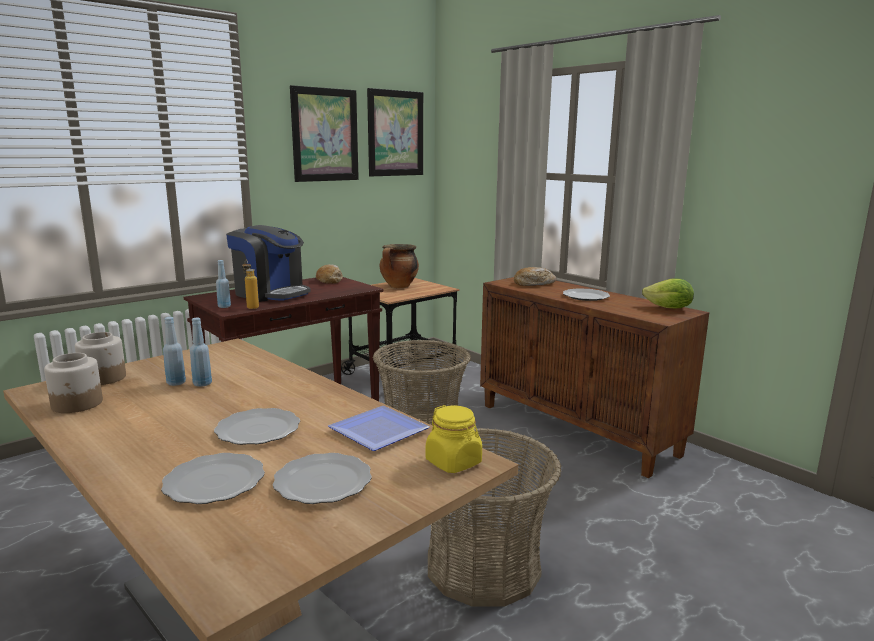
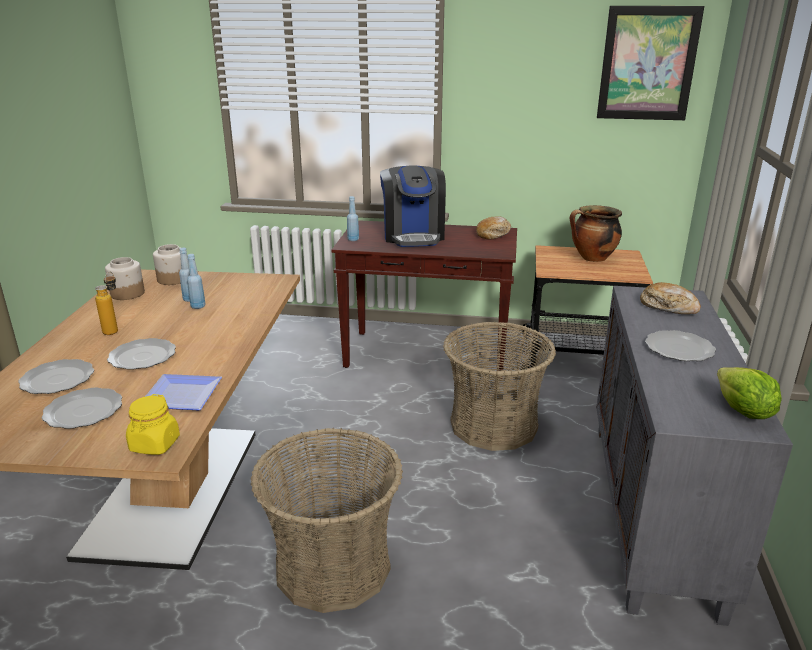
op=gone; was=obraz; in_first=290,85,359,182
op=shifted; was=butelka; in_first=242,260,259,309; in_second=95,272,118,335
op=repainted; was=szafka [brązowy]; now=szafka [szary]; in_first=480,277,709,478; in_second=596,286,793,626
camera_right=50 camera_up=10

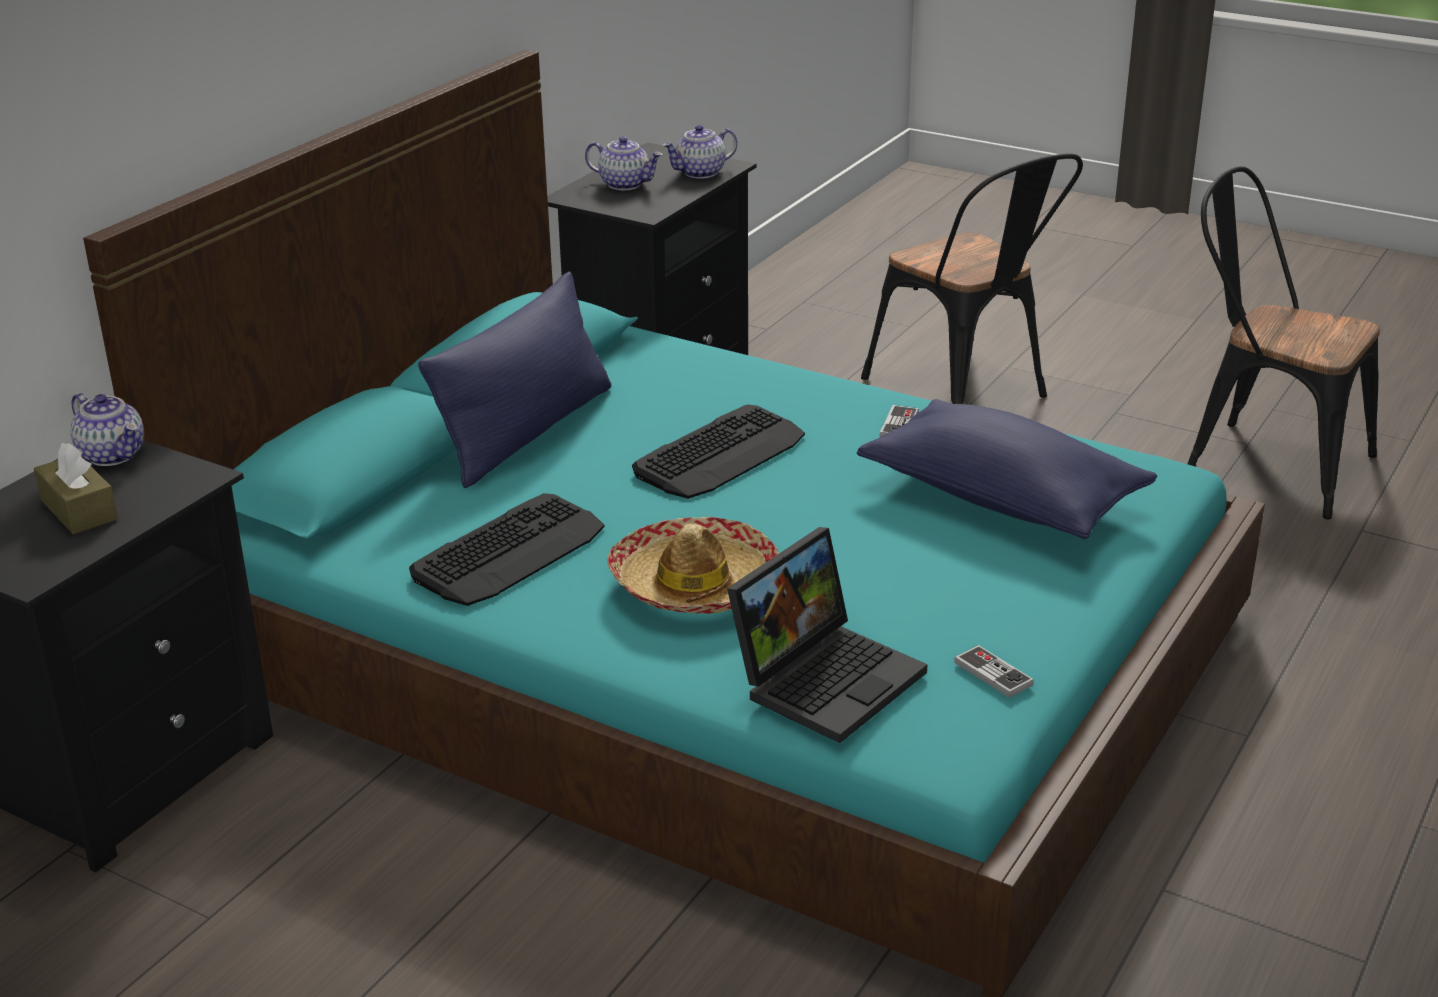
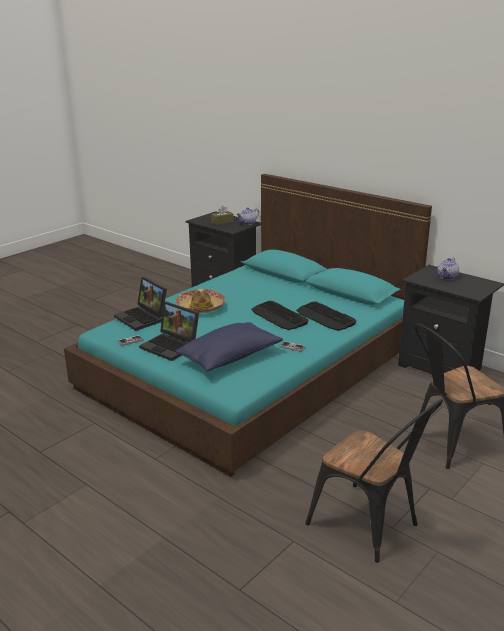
op=gone; was=imbryk; in_first=663,125,737,179
op=rotated; was=krzesło [czarny]; in_first=1187,166,1380,519; in_second=305,399,443,563; clockwise=90
op=gone; was=poduszka [niebieski]; in_first=418,271,611,488
op=shifted; was=klawiatura; in_first=409,493,604,606; in_second=296,301,356,331
op=new; now=laptop; in_second=139,302,199,361
camera_right=100 camera_up=-5

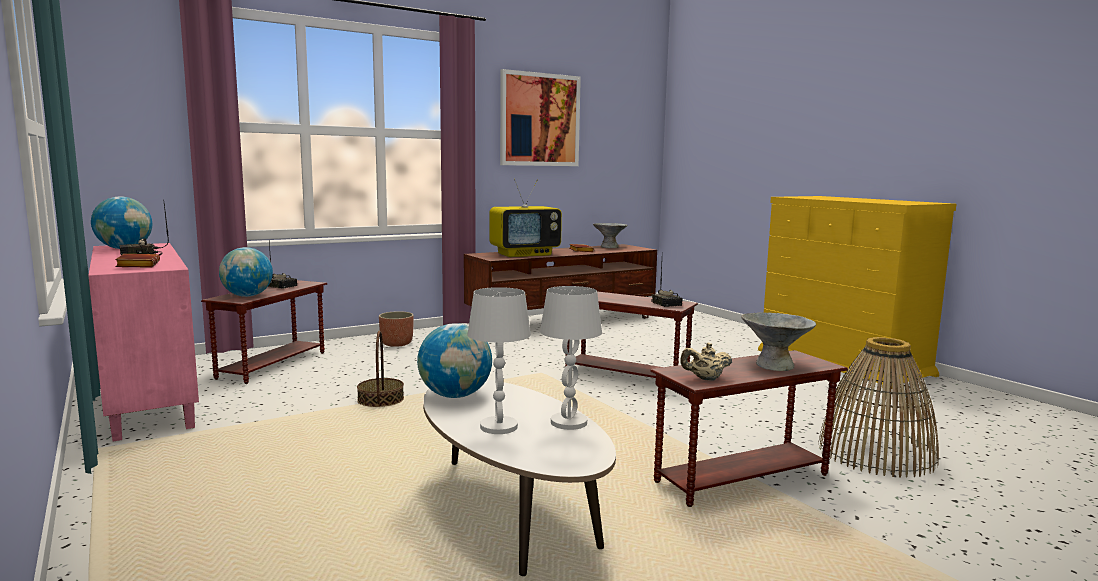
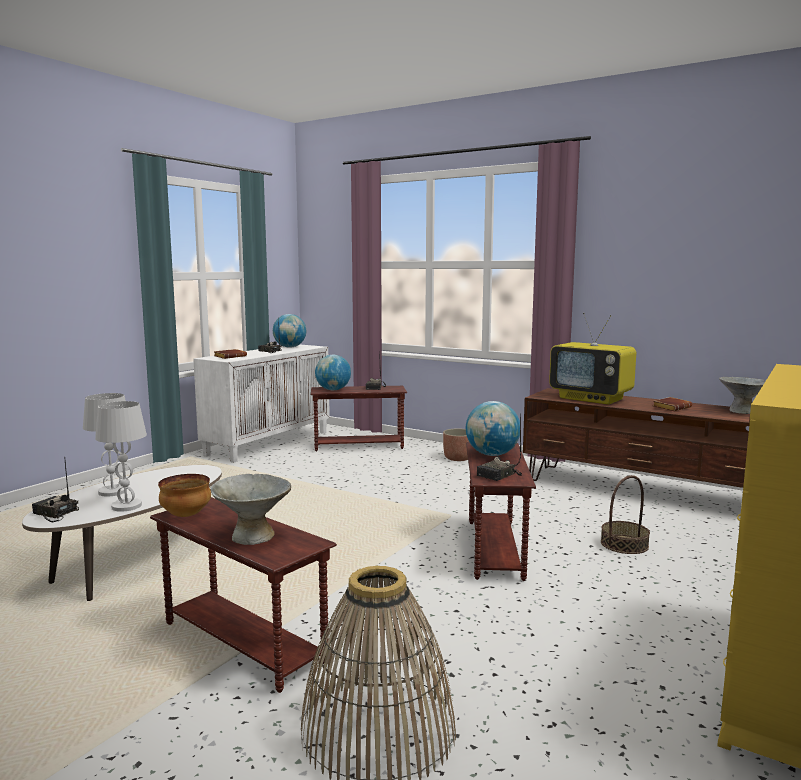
op=gone; was=obraz; in_first=500,69,581,166
op=repainted; was=szafka [różowy]; now=szafka [biały]; in_first=88,243,199,441; in_second=193,344,330,463
op=shifted; was=globus; in_first=417,323,492,398; in_second=466,401,520,456
op=shifted; was=koszyk; in_first=357,331,404,407; in_second=601,475,650,554
op=swapped; was=imbryk [beżowy]; now=miska; in_first=680,343,732,381; in_second=158,474,211,517
op=new; now=radio; in_second=32,461,79,522
camera_right=65 camera_up=0

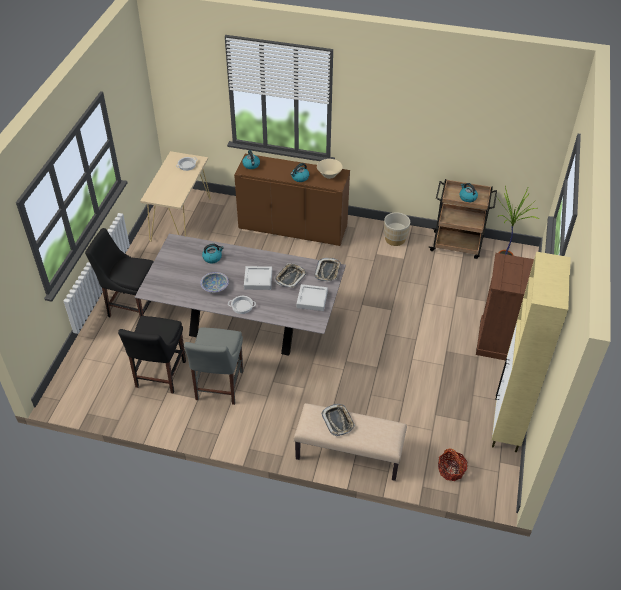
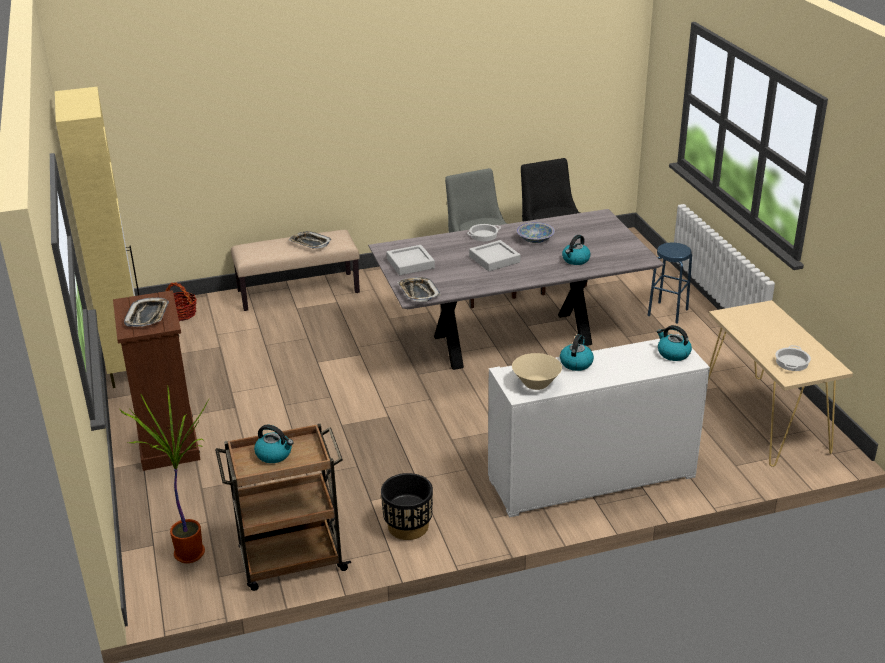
op=repainted; was=szafka [brązowy]; now=szafka [biały]; in_first=234,154,350,246; in_second=488,334,710,518
op=repainted; was=donica [beżowy]; now=donica [czarny]; in_first=384,212,410,246; in_second=381,473,433,540
op=swapped; was=krzesło [czarny]; now=stołek [niebieski]; in_first=85,228,154,317; in_second=648,243,692,324
op=shifted; was=taca; in_first=275,263,306,288; in_second=124,297,169,327
camera_right=150 camera_up=-15

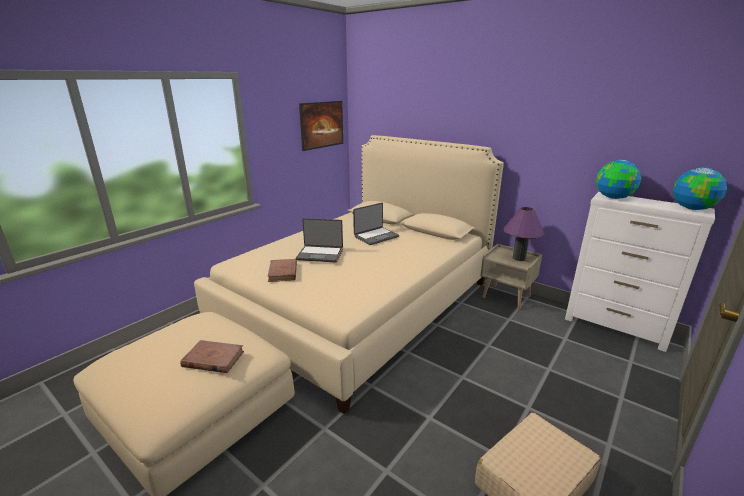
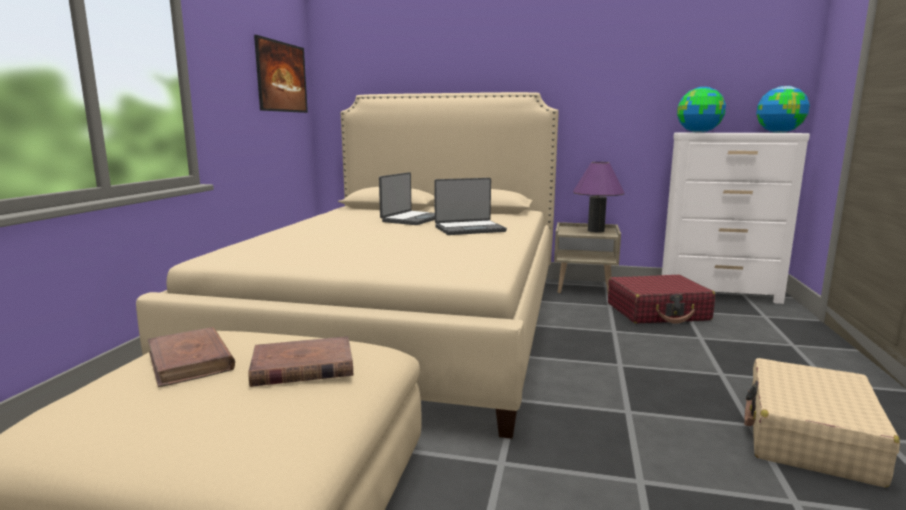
op=shifted; was=laptop; in_first=296,218,343,263; in_second=434,178,507,235
op=shifted; was=książka [brązowy]; in_first=268,259,297,282; in_second=147,327,235,387
op=new; now=walizka [czerwony]; in_second=608,275,715,324
camera_right=-25 camera_up=-10

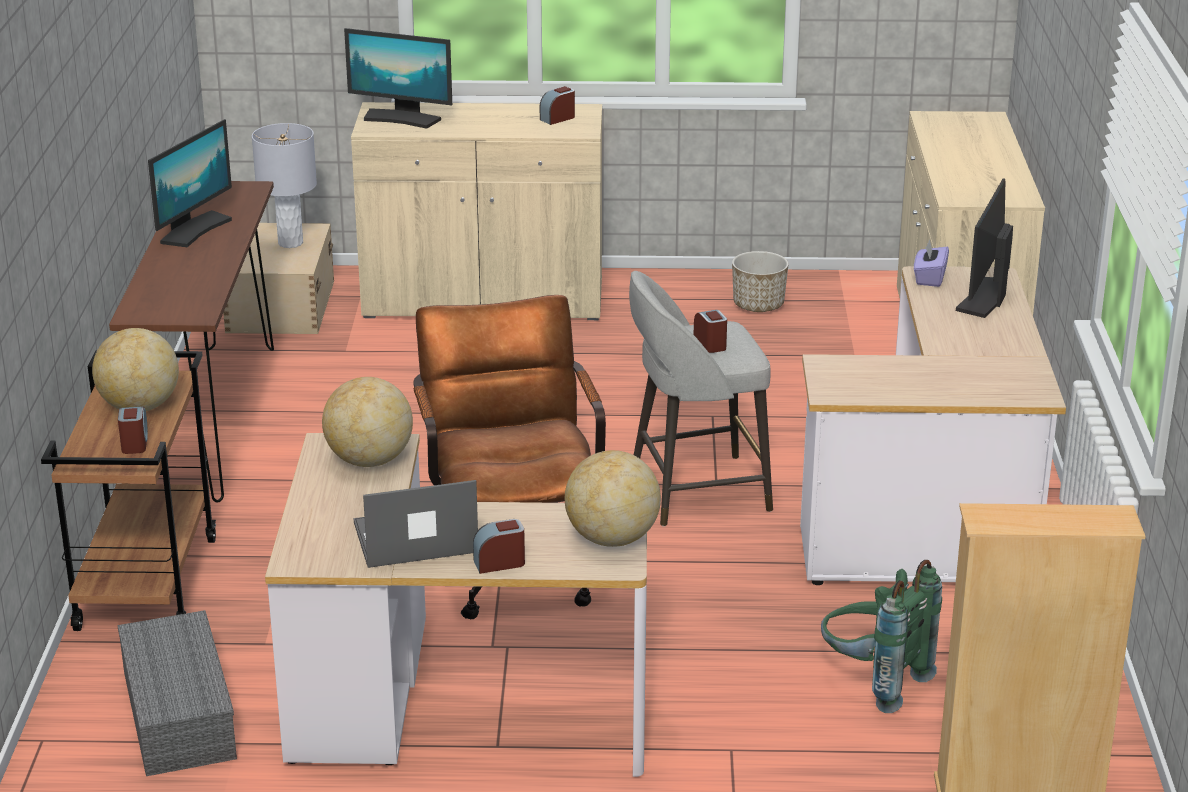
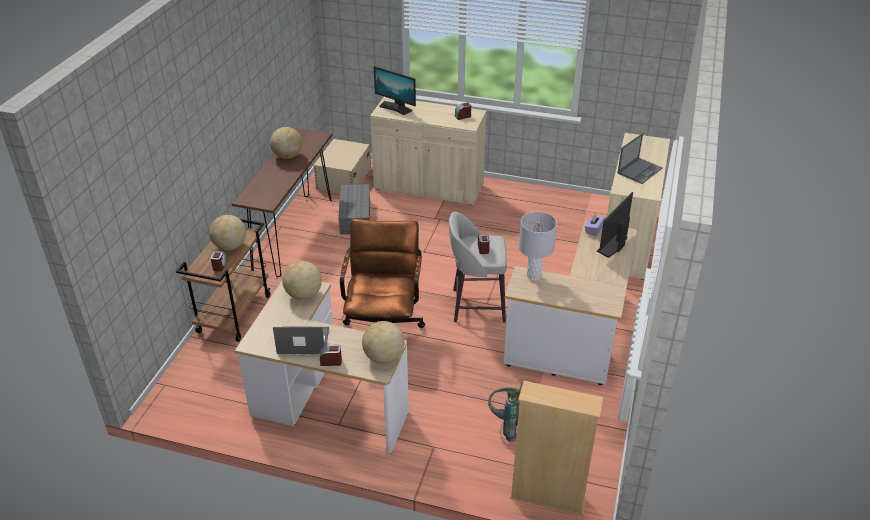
op=swapped; was=monitor; now=globus; in_first=148,119,232,247; in_second=270,127,302,159
op=shifted; was=lampa stołowa [szary]; in_first=252,123,317,248; in_second=519,212,557,281
op=gone; was=donica; in_first=732,251,789,312
op=shifted; was=pojemnik do przechowywania [szary]; in_first=117,610,237,776; in_second=338,184,370,235
op=new; now=laptop; in_second=617,133,663,184
camera_right=15 camera_up=10

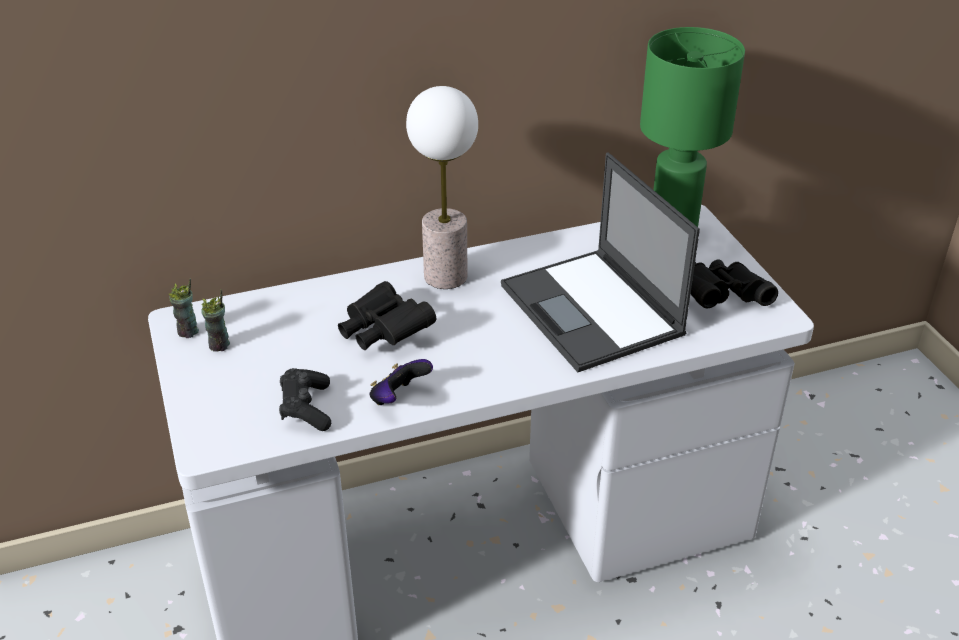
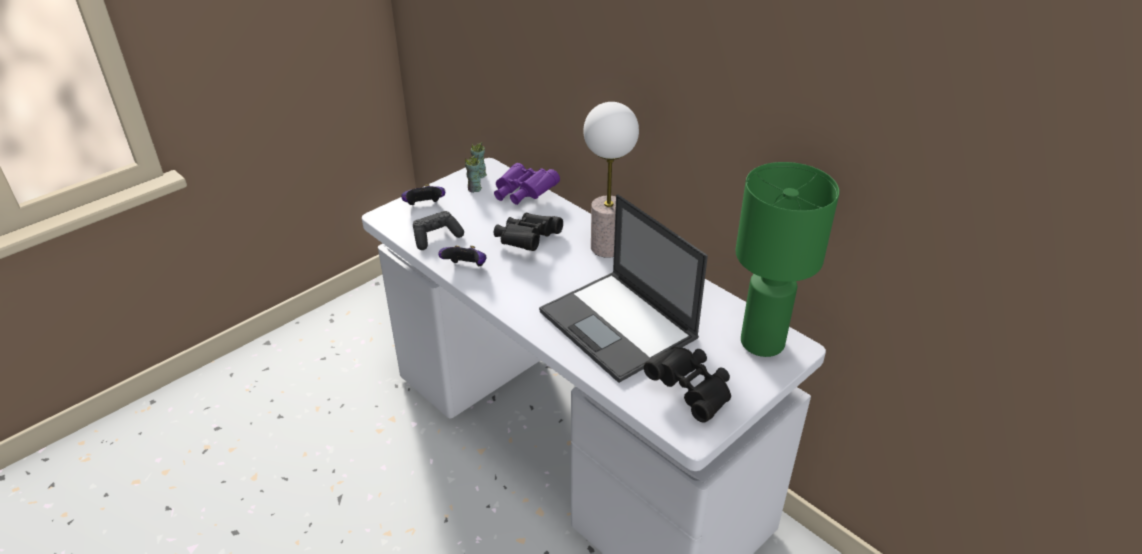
op=rotated; was=laptop; in_first=501,152,700,372; in_second=539,194,708,383; clockwise=-75
op=new; now=lornetka [fioletowy]; in_second=494,163,560,205
op=new; now=pad do gier; in_second=401,184,445,205
camera_right=65 camera_up=0

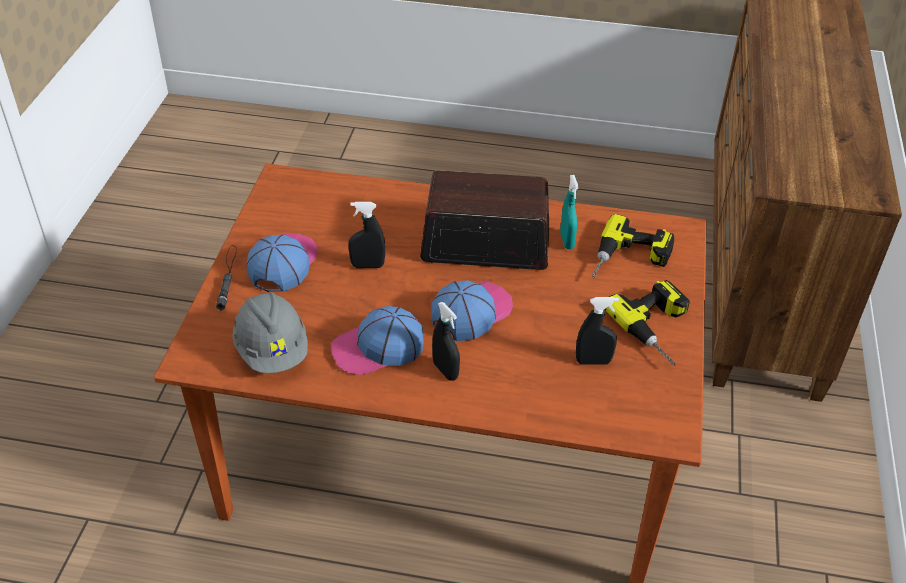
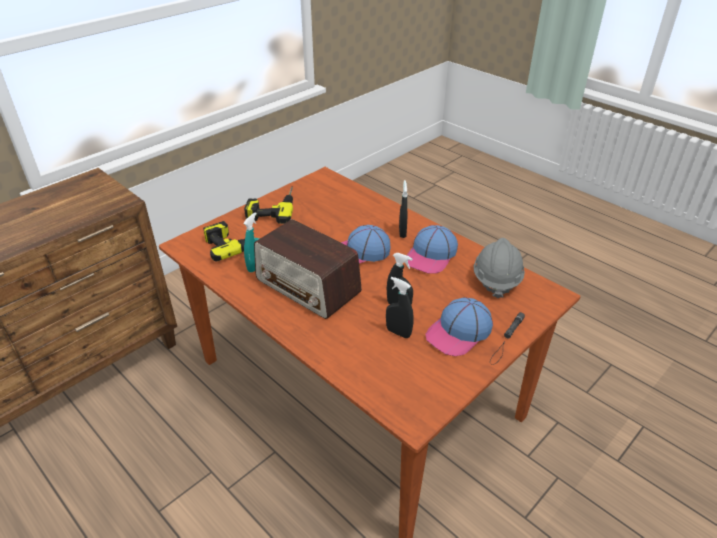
op=shifted; was=spryskiwacz [czarny]; in_first=576,297,619,365; in_second=386,277,414,338
op=rotated; was=czapka z daszkiem; in_first=331,306,424,375; in_second=407,225,458,274; clockwise=105
camera_right=-145 camera_up=-5

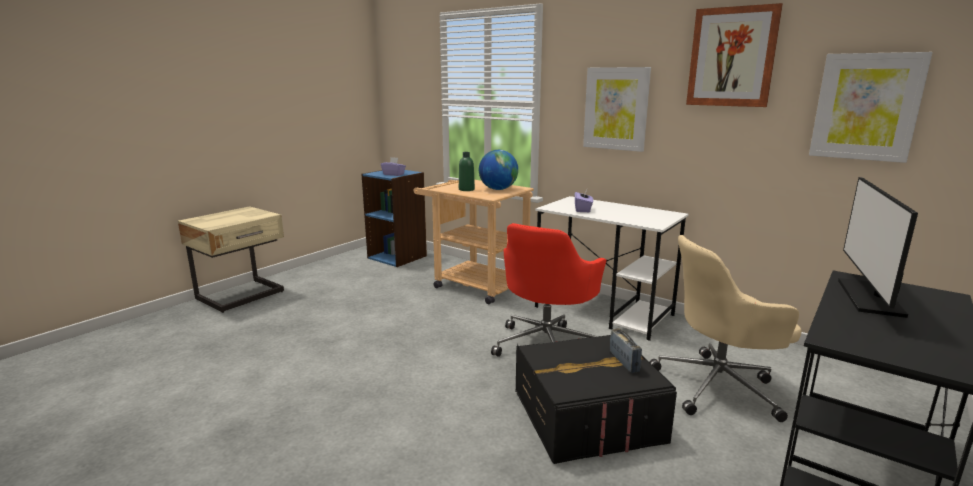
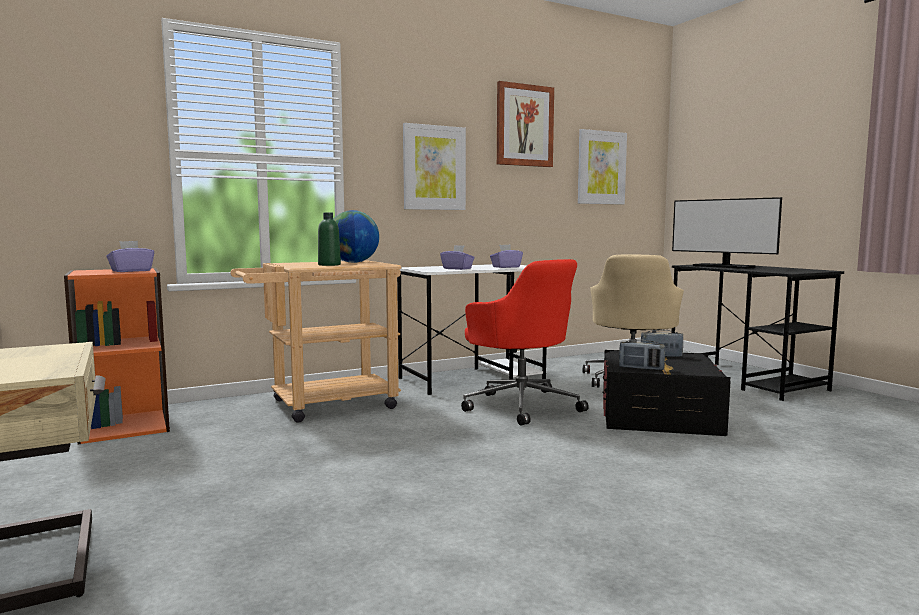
op=repainted; was=regał [niebieski]; now=regał [pomarańczowy]; in_first=362,170,427,267; in_second=64,268,170,444
op=new; now=pudełko chusteczek [fioletowy]; in_second=490,245,523,268
op=new; now=radio; in_second=619,340,665,370
camera_right=-65 camera_up=-10

